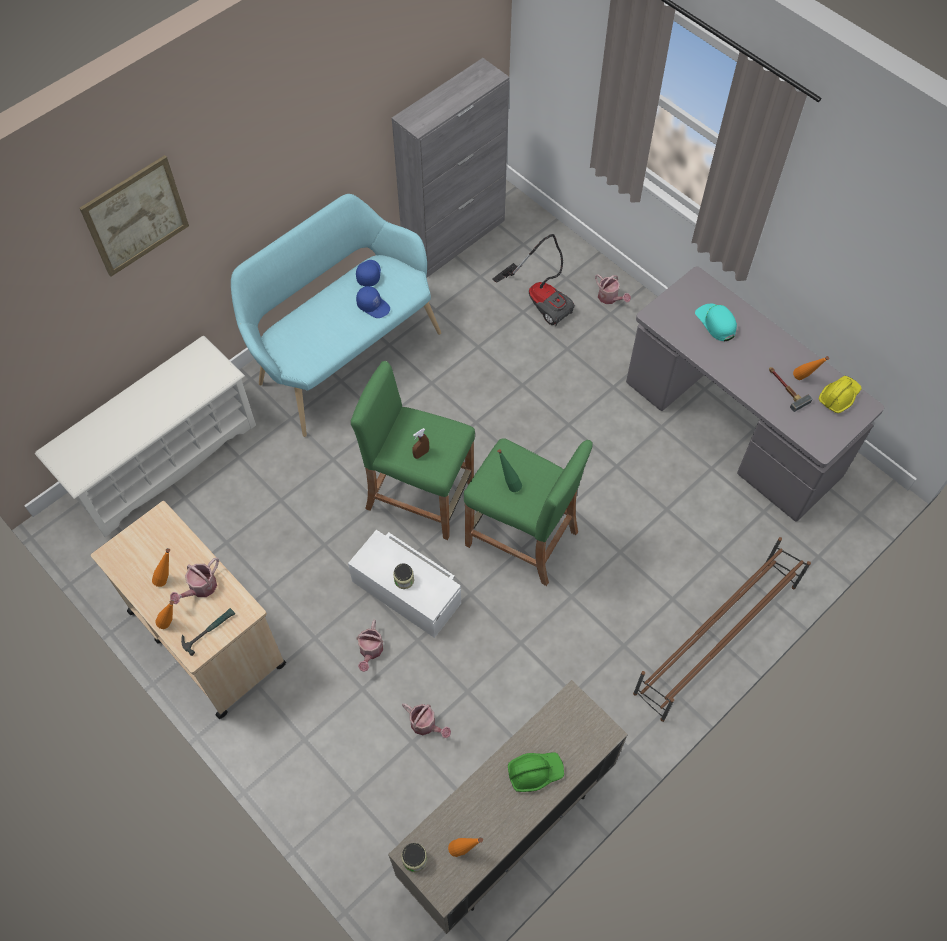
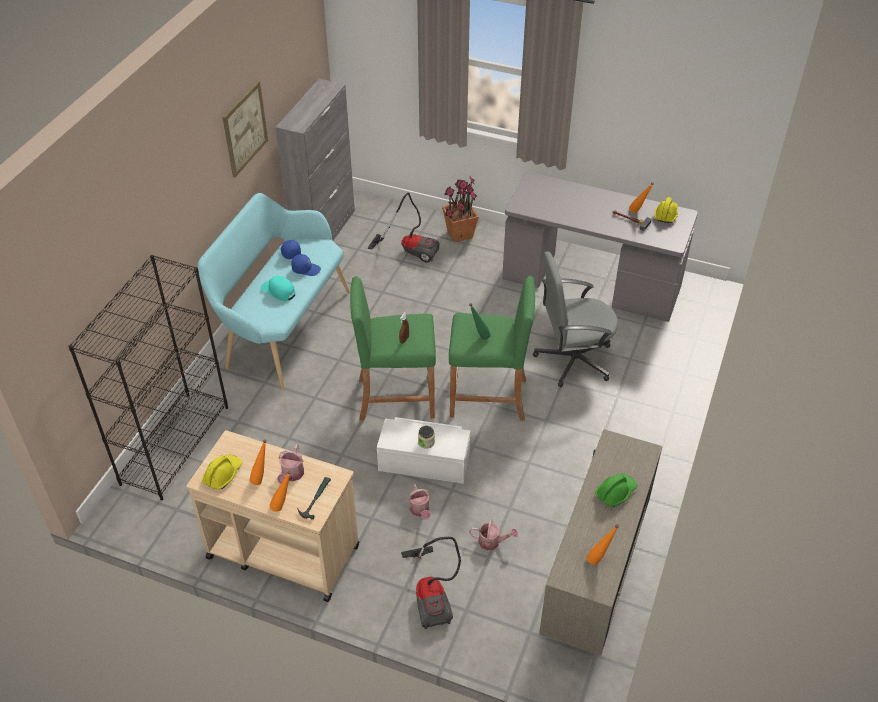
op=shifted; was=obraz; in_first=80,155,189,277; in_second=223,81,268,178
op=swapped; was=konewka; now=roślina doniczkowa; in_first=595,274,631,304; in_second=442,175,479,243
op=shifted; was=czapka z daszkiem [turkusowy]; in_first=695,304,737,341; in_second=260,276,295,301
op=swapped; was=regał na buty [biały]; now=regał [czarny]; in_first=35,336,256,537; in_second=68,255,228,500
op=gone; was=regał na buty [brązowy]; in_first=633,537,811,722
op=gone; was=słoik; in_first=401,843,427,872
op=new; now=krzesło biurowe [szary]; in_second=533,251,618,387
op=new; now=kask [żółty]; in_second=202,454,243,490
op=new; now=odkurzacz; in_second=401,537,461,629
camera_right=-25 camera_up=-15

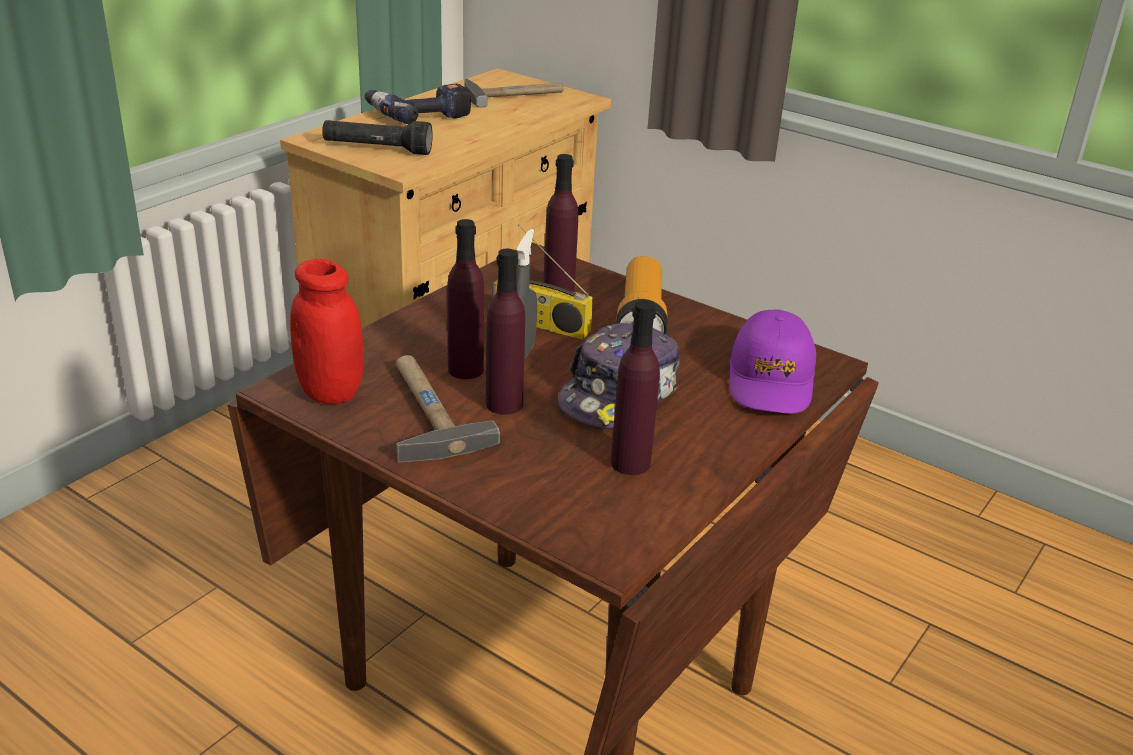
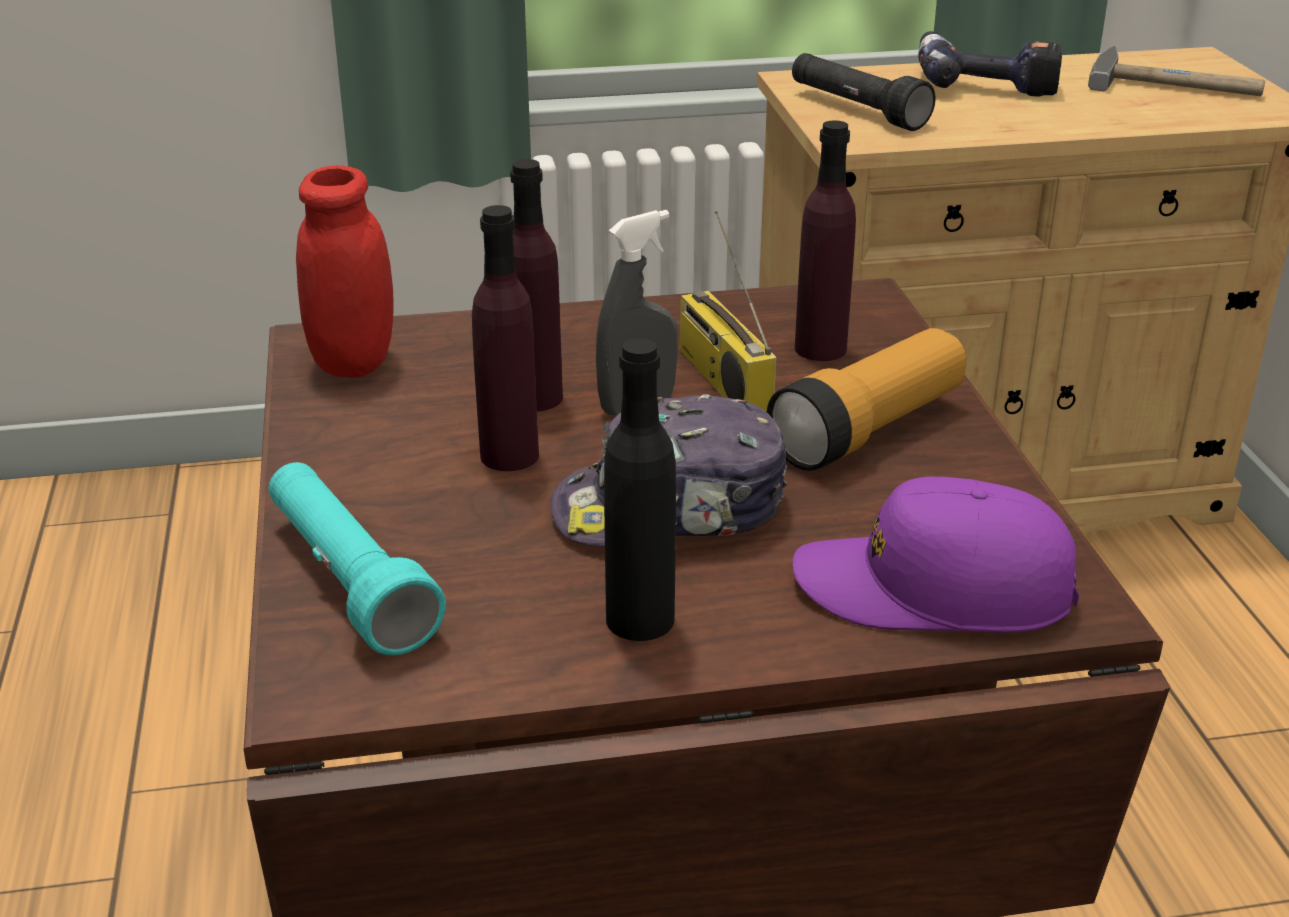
op=gone; was=butelka [fioletowy]; in_first=611,300,659,475
op=rotated; was=czapka z daszkiem [fioletowy]; in_first=730,309,816,414; in_second=792,477,1079,633; clockwise=45
op=gone; was=młotek; in_first=396,355,500,463
op=new; now=butelka [czarny]; in_second=604,338,676,641
op=new; now=latarka [turkusowy]; in_second=269,462,446,656
camera_right=45 camera_up=0

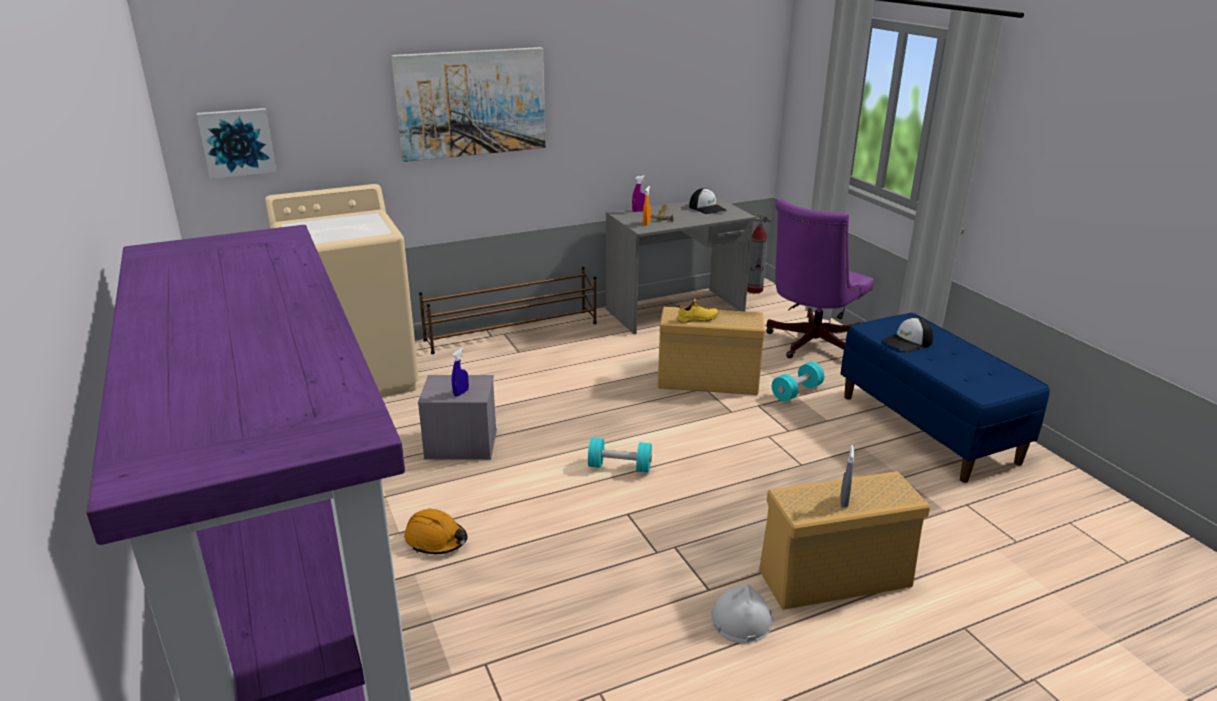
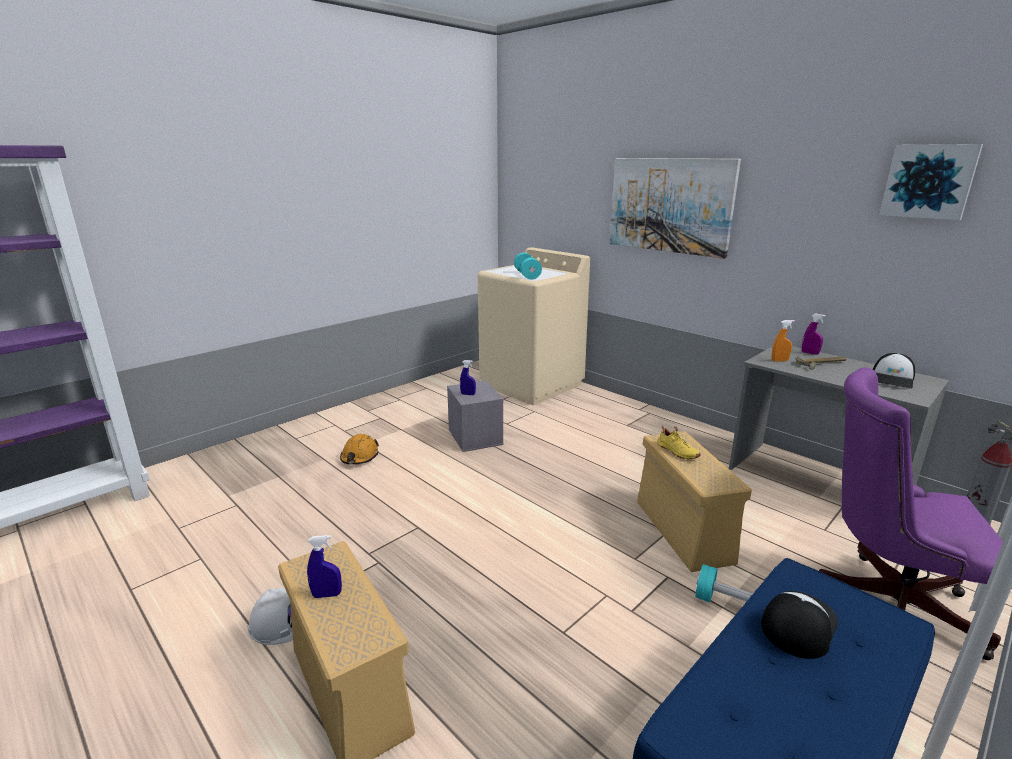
op=shifted; was=obraz; in_first=197,108,277,179; in_second=879,144,983,220
op=gone; was=regał na buty [brązowy]; in_first=419,267,597,354
op=rotated; was=czapka z daszkiem; in_first=882,317,933,352; in_second=761,591,838,659; clockwise=90
op=shifted; was=hantel [turkusowy]; in_first=588,438,652,473; in_second=514,253,542,279
op=repainted; was=spryskiwacz [szary]; now=spryskiwacz [niebieski]; in_first=840,445,854,507; in_second=307,535,342,598
camera_right=70 camera_up=-5

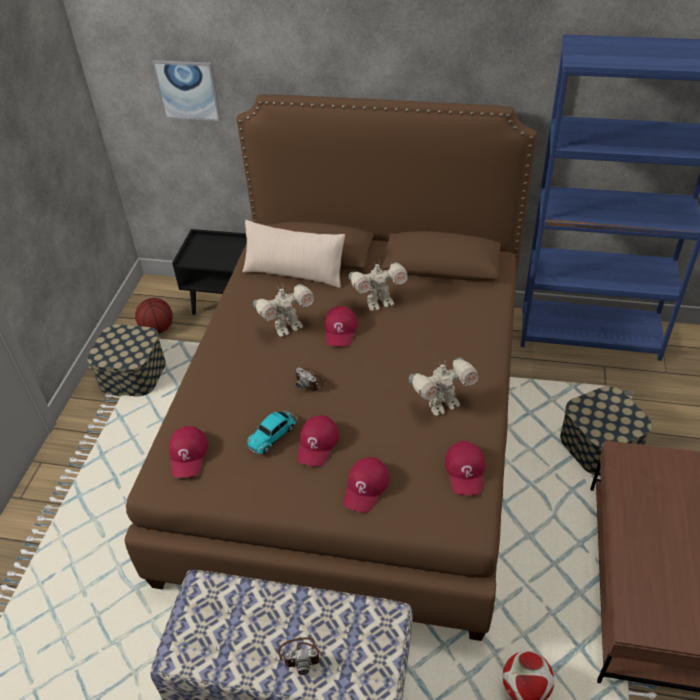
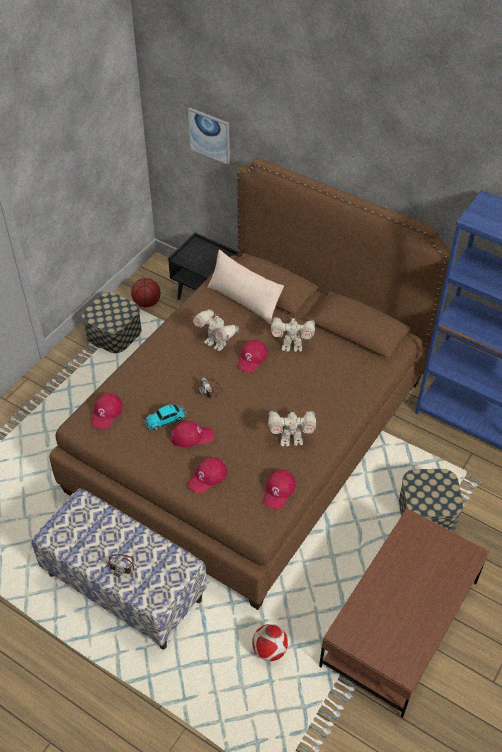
op=rotated; was=robot zabawkowy; in_first=253,284,314,337; in_second=193,309,239,351; clockwise=45
op=rotated; was=czapka z daszkiem [czerwony]; in_first=297,415,339,467; in_second=171,421,214,448; clockwise=-135
camera_right=20 camera_up=5

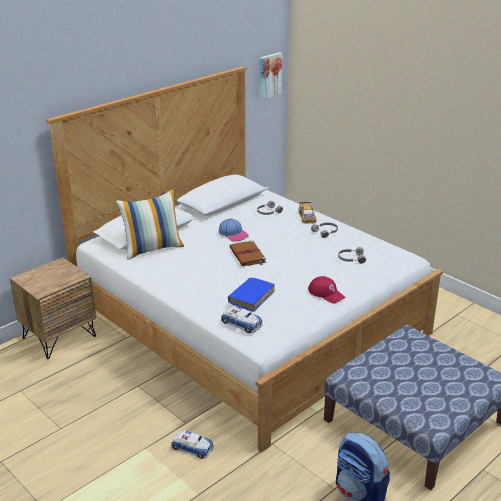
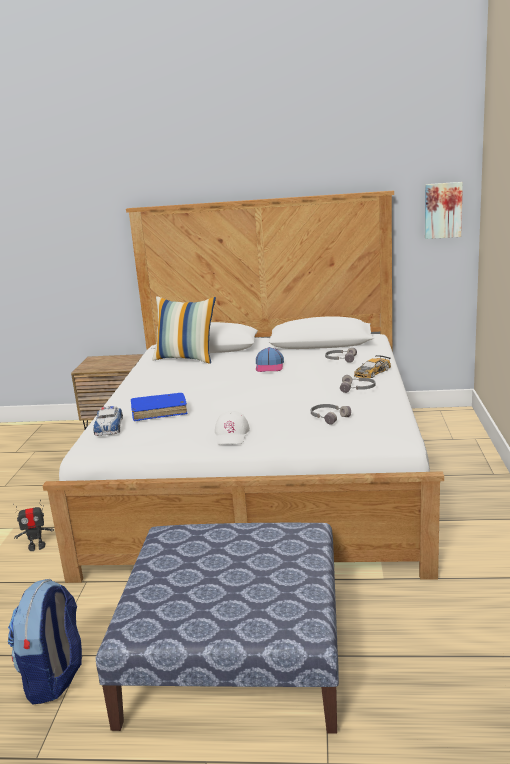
op=gone; was=książka [brązowy]; in_first=229,240,266,266
op=repainted; was=czapka z daszkiem [czerwony]; now=czapka z daszkiem [biały]; in_first=308,276,345,303; in_second=215,411,250,445
op=swapped; was=samochodzik; now=robot zabawkowy; in_first=171,430,214,459; in_second=13,500,54,551
camera_right=50 camera_up=-10

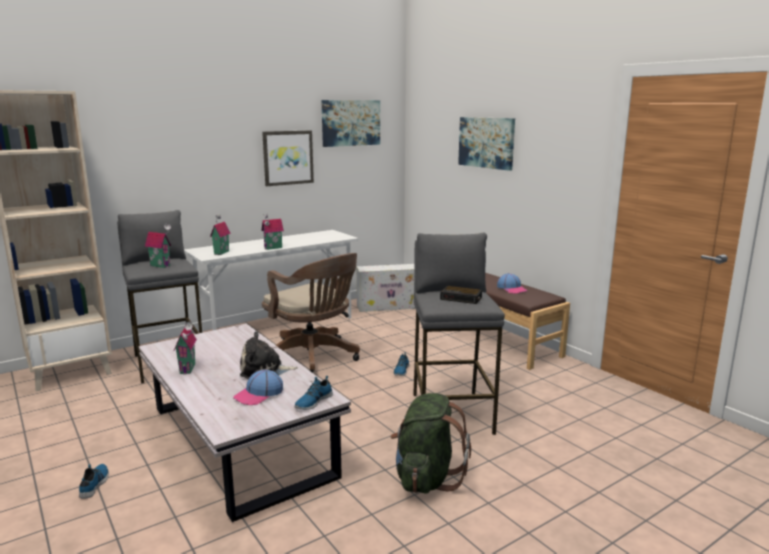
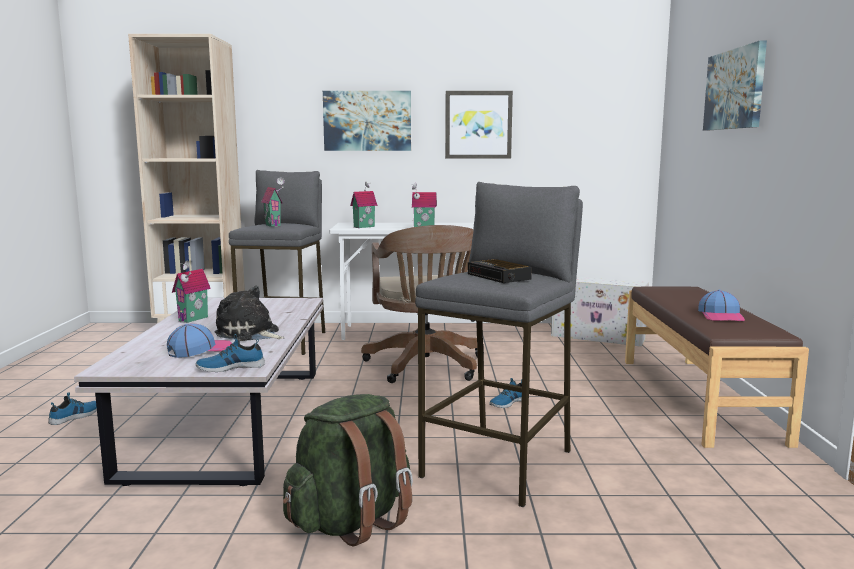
op=shifted; was=obraz; in_first=321,100,380,147; in_second=323,91,411,151
op=rotated; was=czapka z daszkiem; in_first=233,370,283,405; in_second=167,323,232,358; clockwise=150
camera_right=35 camera_up=-5

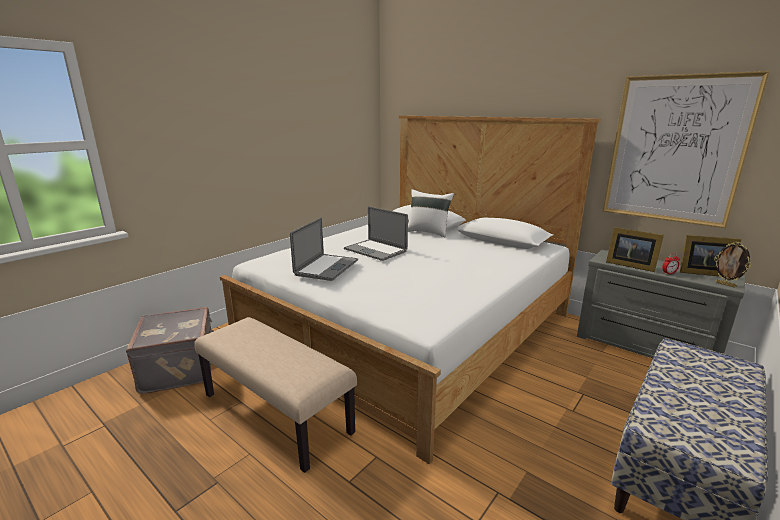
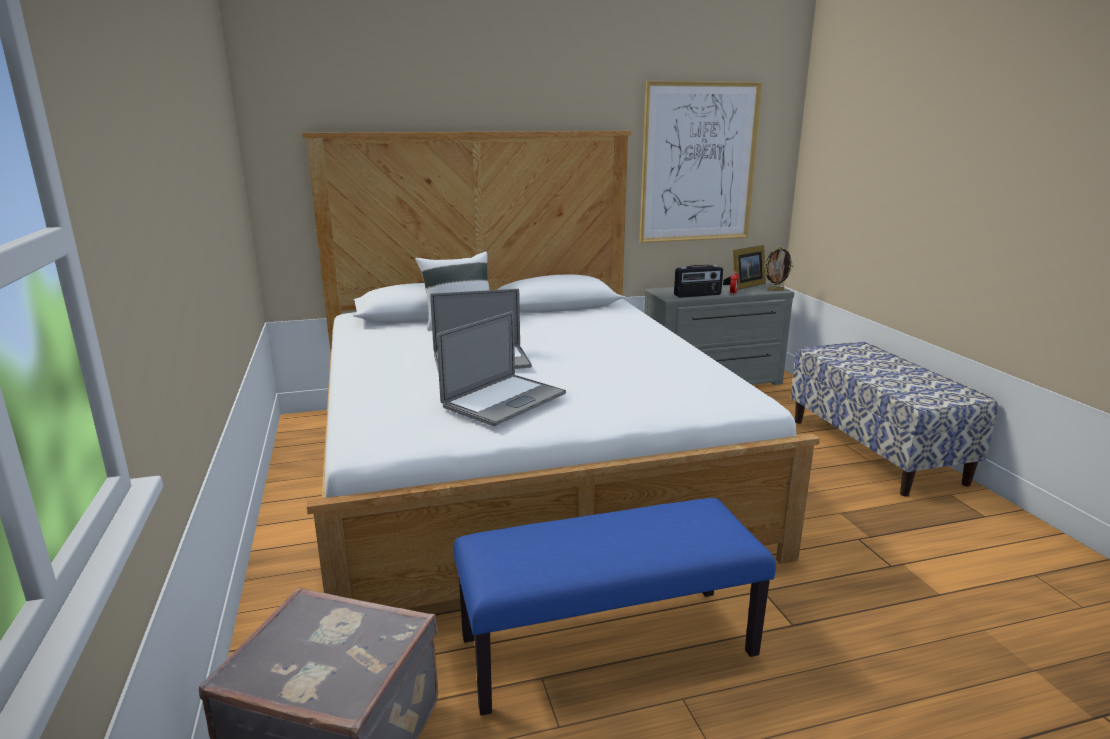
op=rotated; was=laptop; in_first=290,218,358,281; in_second=437,311,566,426; clockwise=75
op=swapped; was=ramka na zdjęcie; now=radio; in_first=606,227,664,272; in_second=674,265,723,298
op=repainted; was=ławka [beżowy]; now=ławka [niebieski]; in_first=194,317,357,473; in_second=454,498,776,716
camera_right=-55 camera_up=0

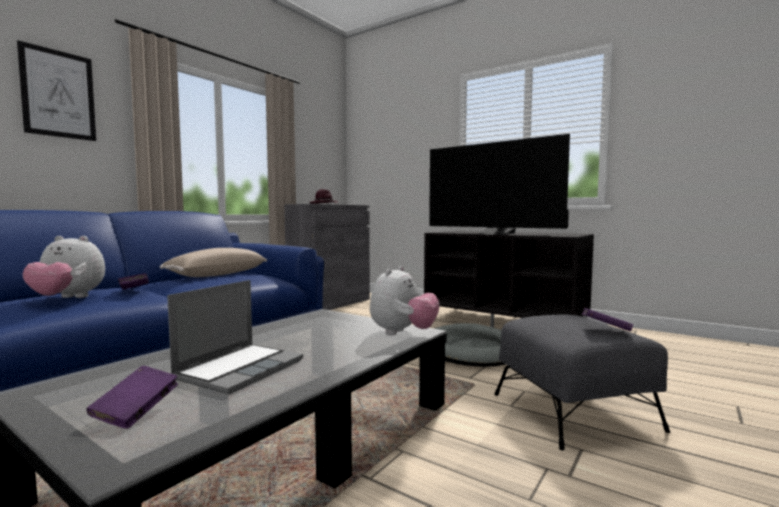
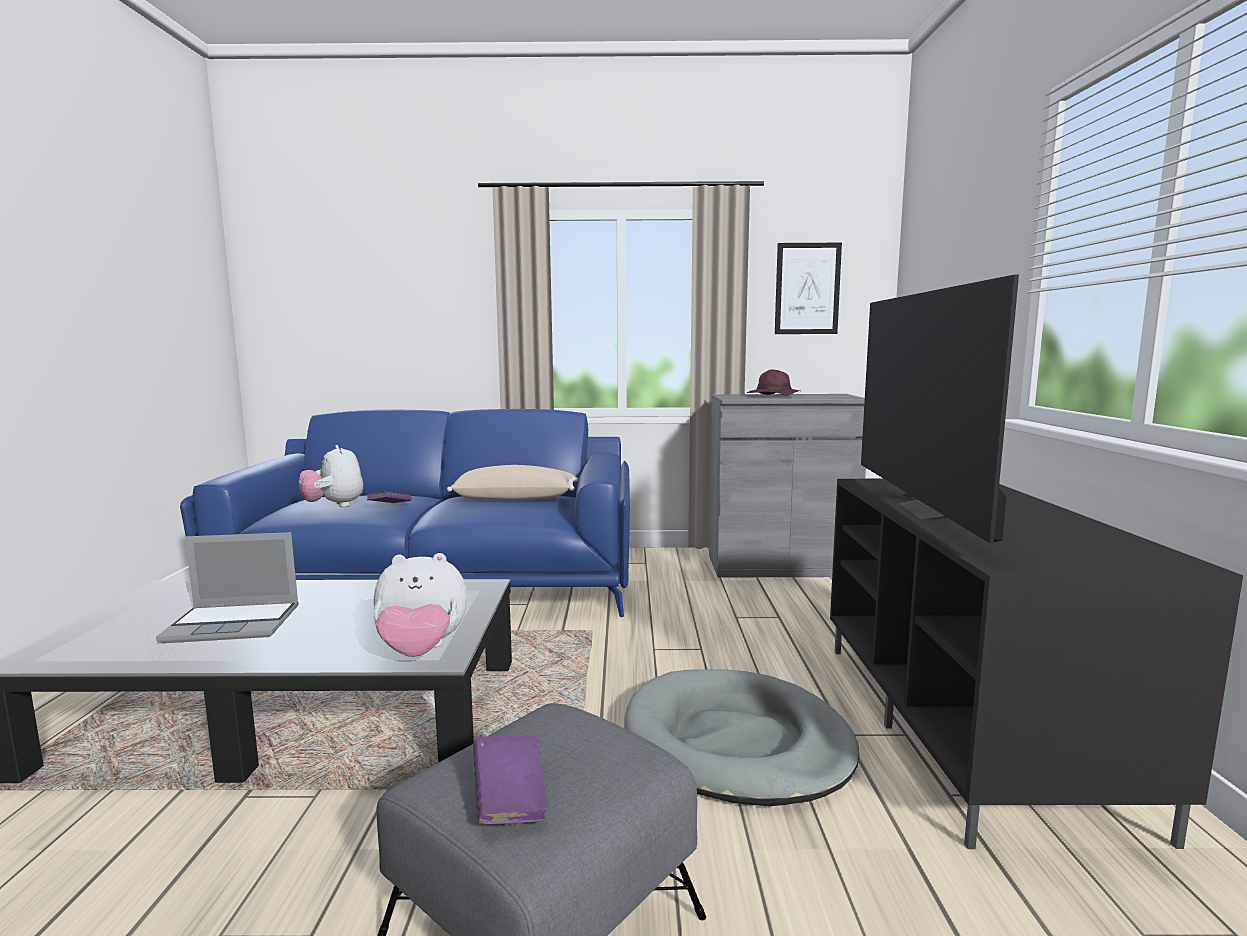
op=shifted; was=obraz; in_first=17,40,96,141; in_second=775,243,842,334
op=gone; was=książka [fioletowy]; in_first=87,366,178,429
camera_right=55 camera_up=5

